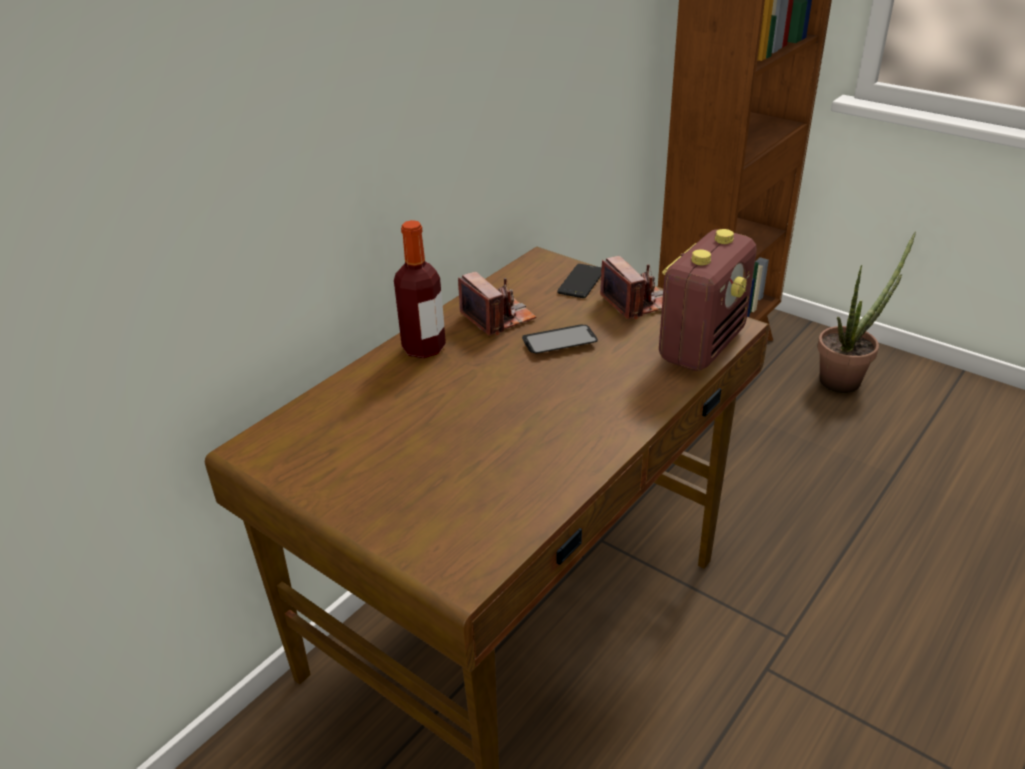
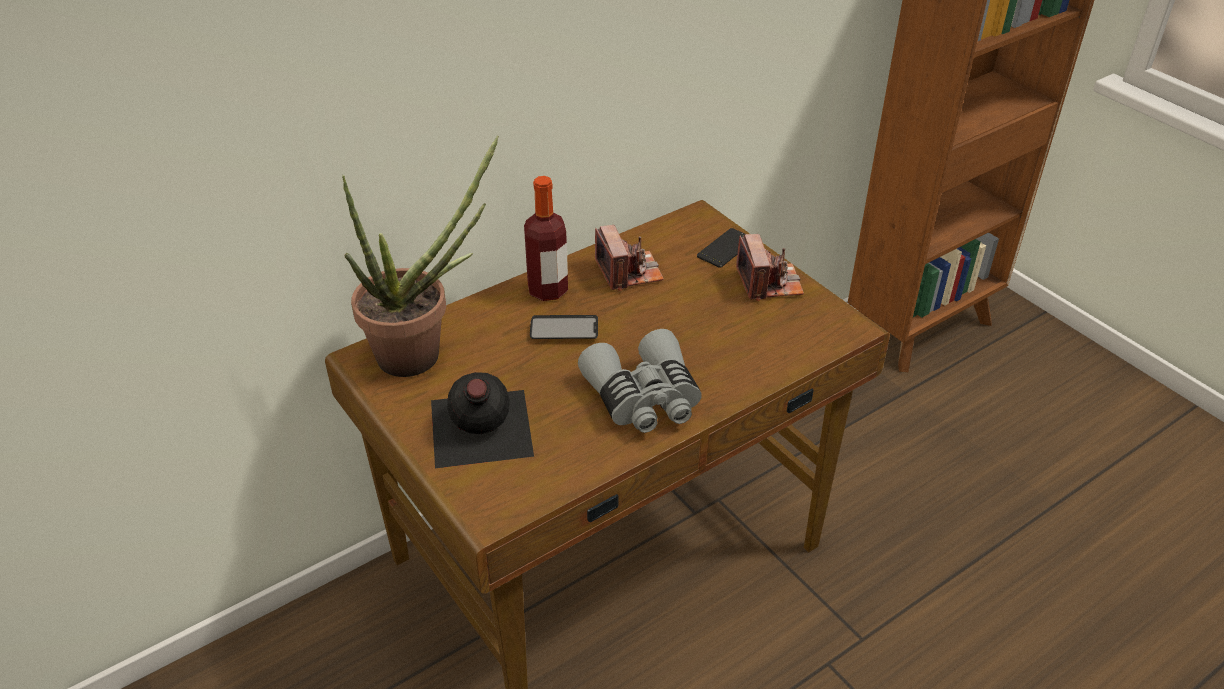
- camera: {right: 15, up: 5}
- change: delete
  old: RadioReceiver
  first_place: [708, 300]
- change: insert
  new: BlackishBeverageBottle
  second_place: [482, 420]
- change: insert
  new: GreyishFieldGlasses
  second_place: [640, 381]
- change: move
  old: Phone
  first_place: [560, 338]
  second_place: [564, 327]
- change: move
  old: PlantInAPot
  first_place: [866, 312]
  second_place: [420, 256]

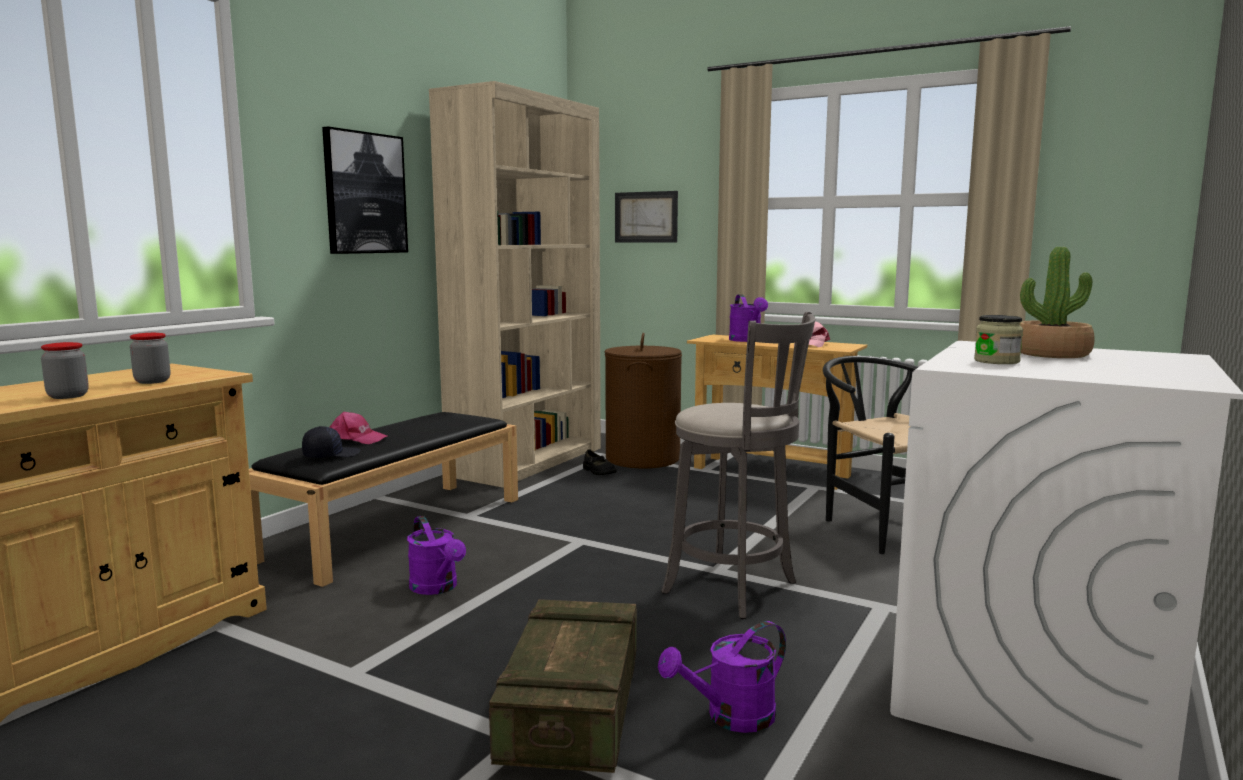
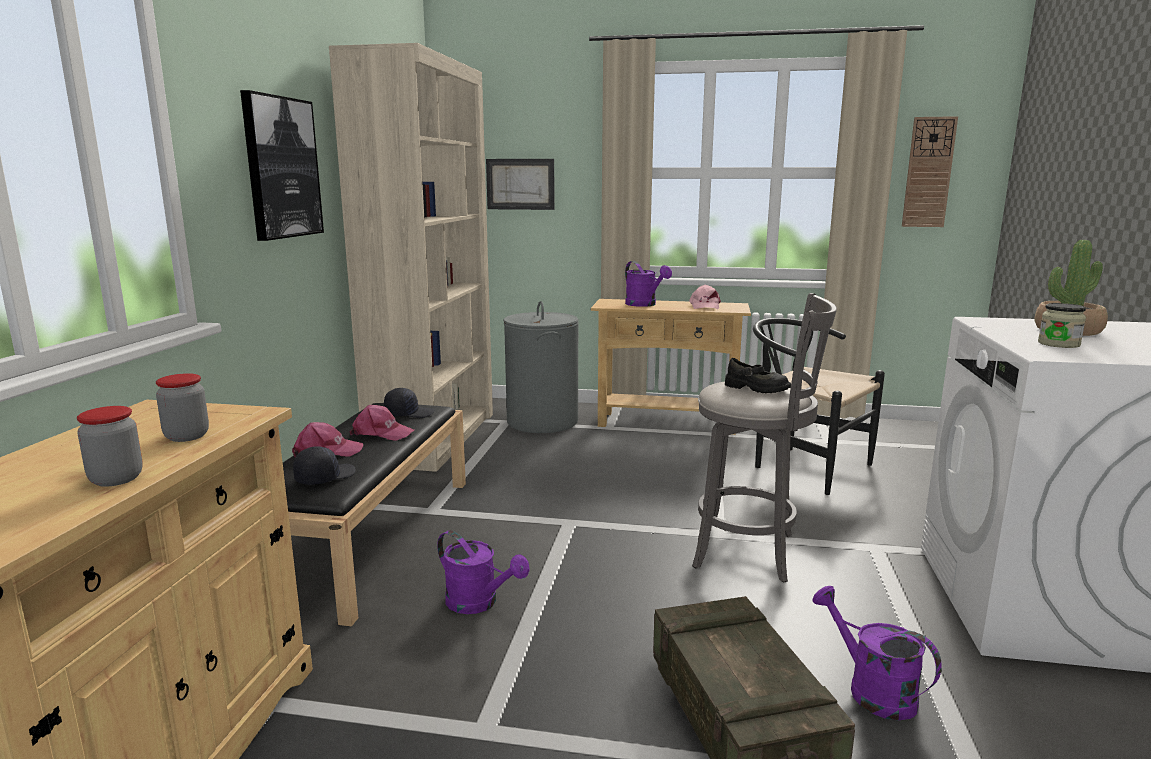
- camera: {right: -20, up: 5}
- change: insert
  new: PinkColouredBaseballCap
  second_place: [381, 423]
- change: insert
  new: BlackishBaseballCap
  second_place: [409, 403]
- change: insert
  new: ClockOnTheWall
  second_place: [930, 171]
- change: move
  old: BlackishShoe
  first_place: [600, 462]
  second_place: [758, 375]
- change: recolor
  old: BrownishLaundryBasket
  new: GreyishLaundryBasket
  first_place: [643, 400]
  second_place: [541, 367]
- change: rotate
  old: PurpleColouredSprinklingCan
  first_place: [722, 677]
  second_place: [877, 653]
  degrees: 105

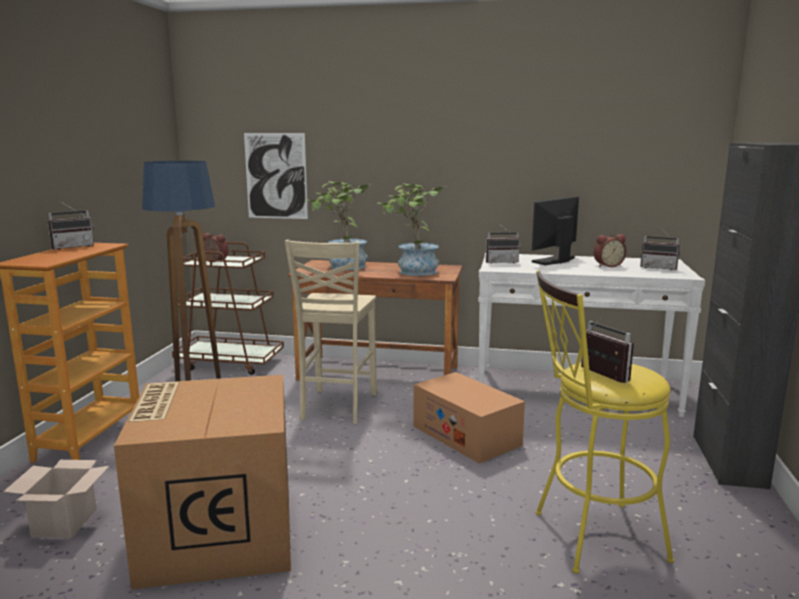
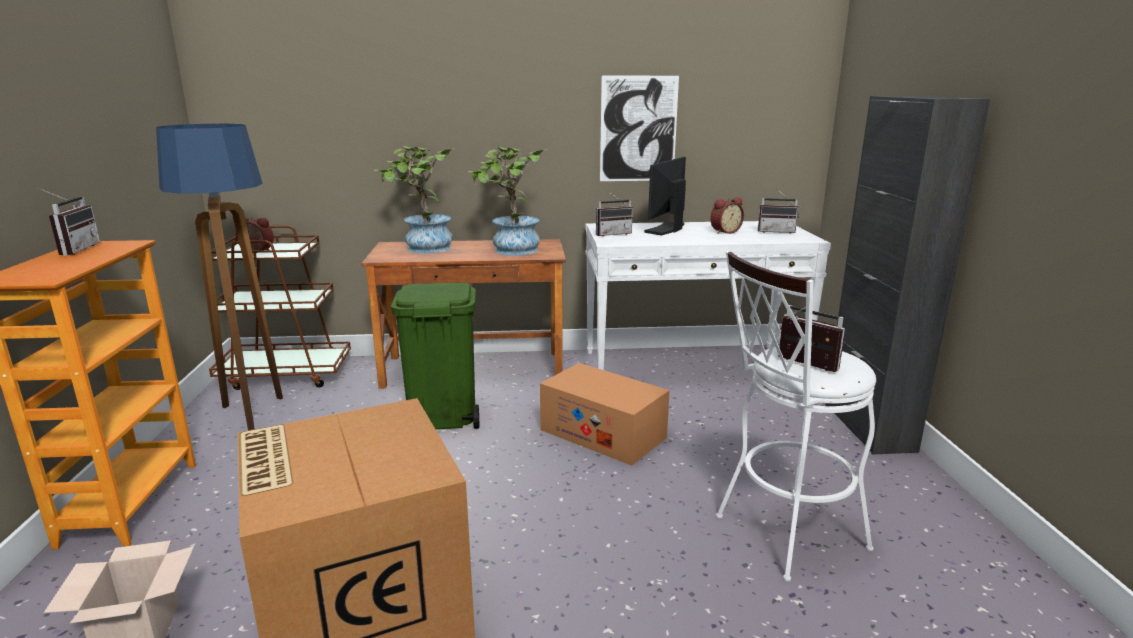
- camera: {right: -15, up: 5}
- change: move
  old: WallPicture
  first_place: [276, 176]
  second_place: [639, 128]
- change: replace
  old: BeigeColouredChair
  new: GreenishRubbishBin
  first_place: [331, 332]
  second_place: [435, 356]
- change: recolor
  old: YellowishStoolSeat
  new: WhiteStoolSeat
  first_place: [605, 422]
  second_place: [796, 416]
- change: rotate
  old: RadioReceiver
  first_place: [70, 225]
  second_place: [68, 222]
  degrees: -45

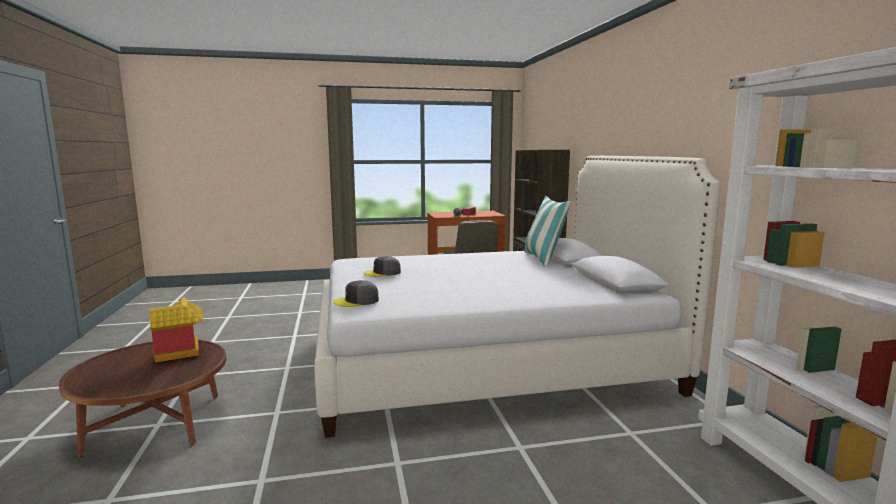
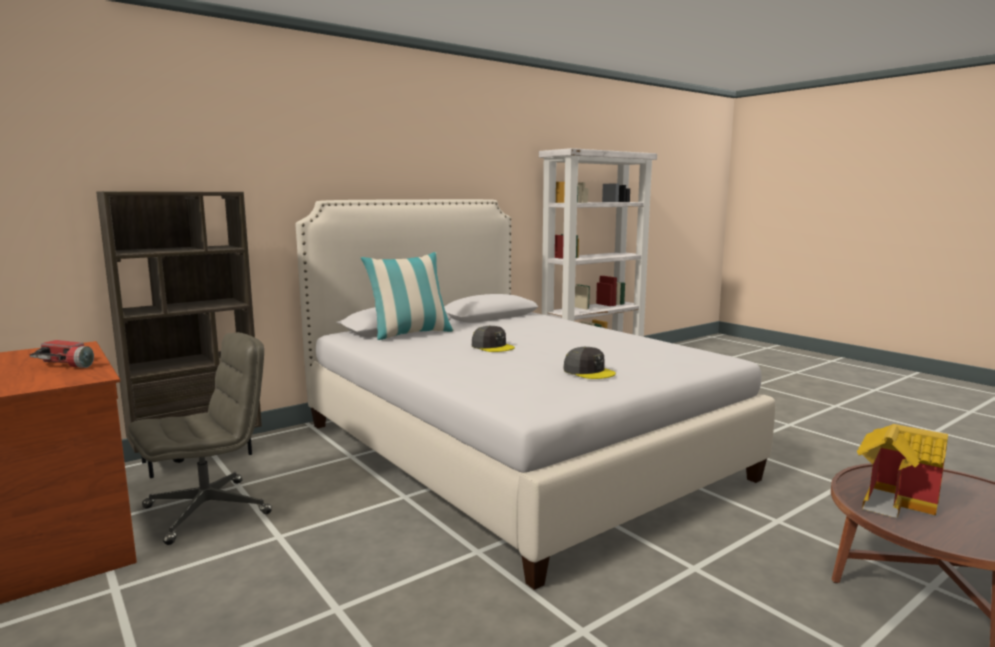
- camera: {right: -115, up: 0}
- change: move
  old: GreyishBaseballCap
  first_place: [356, 293]
  second_place: [493, 339]

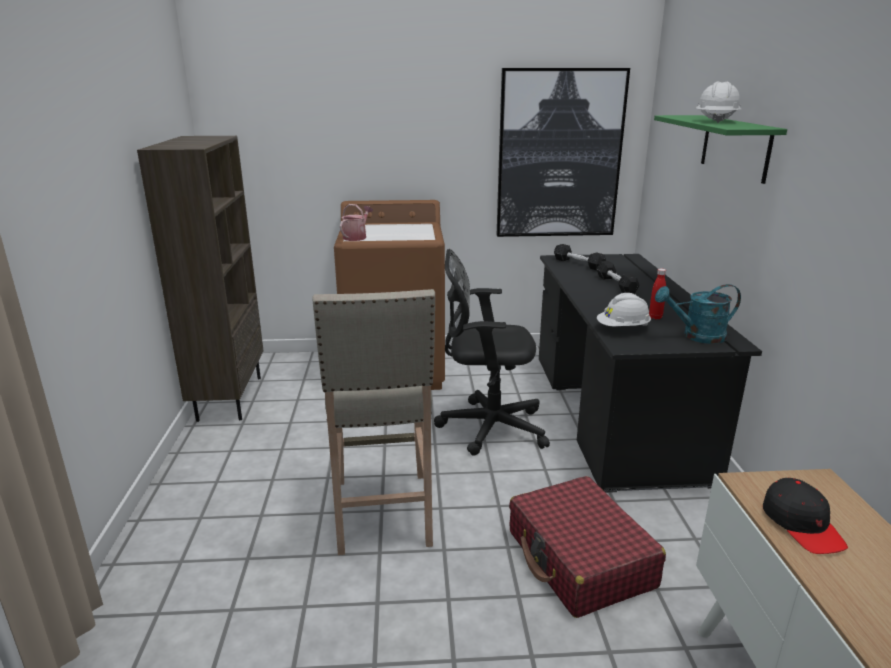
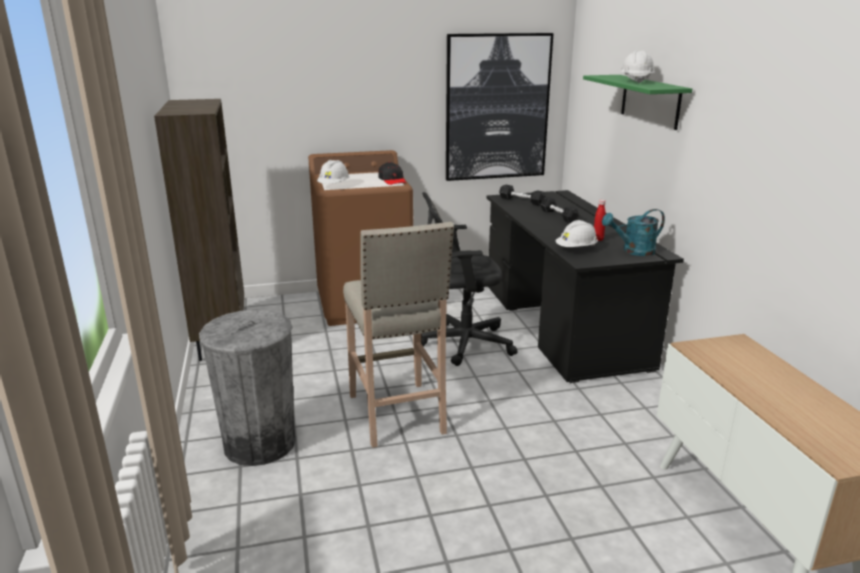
- camera: {right: -10, up: 0}
- change: delete
  old: RedTravelCase
  first_place: [587, 547]
- change: insert
  new: GreyishRubbishBin
  second_place: [247, 388]
- change: move
  old: BlackishBaseballCap
  first_place: [805, 516]
  second_place: [392, 173]
- change: replace
  old: SprinklingCan
  new: WhiteWorkHelmet
  first_place: [356, 222]
  second_place: [333, 172]

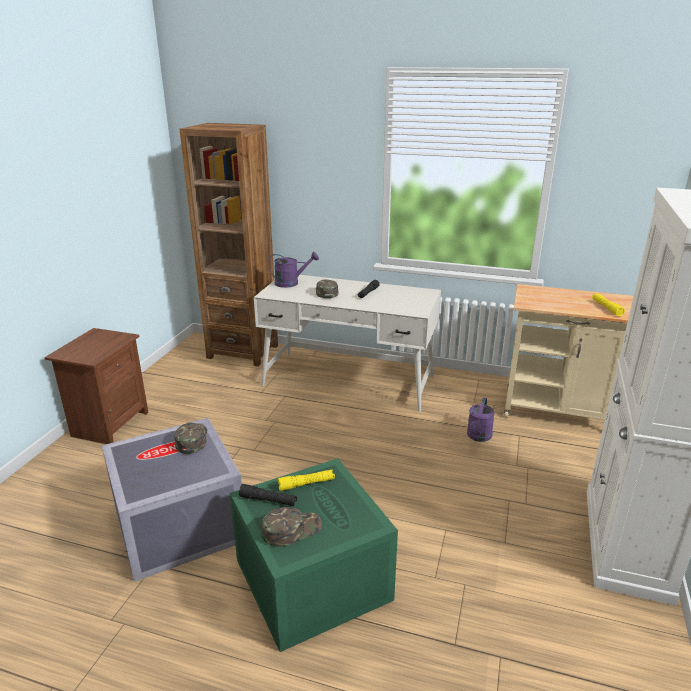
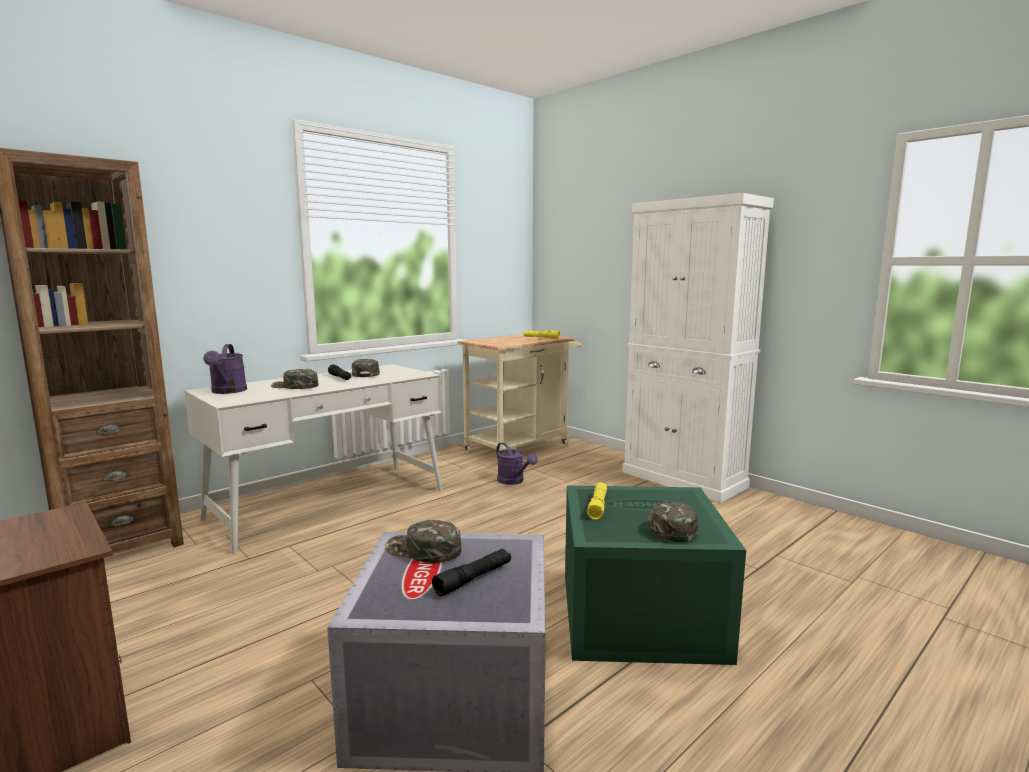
- camera: {right: -60, up: -15}
- change: insert
  new: GreenishBaseballCap
  second_place: [366, 368]
- change: move
  old: BlackishTorch
  first_place: [268, 495]
  second_place: [471, 572]
- change: rotate
  old: PurpleColouredSprinklingCan
  first_place: [293, 270]
  second_place: [225, 369]
  degrees: 150

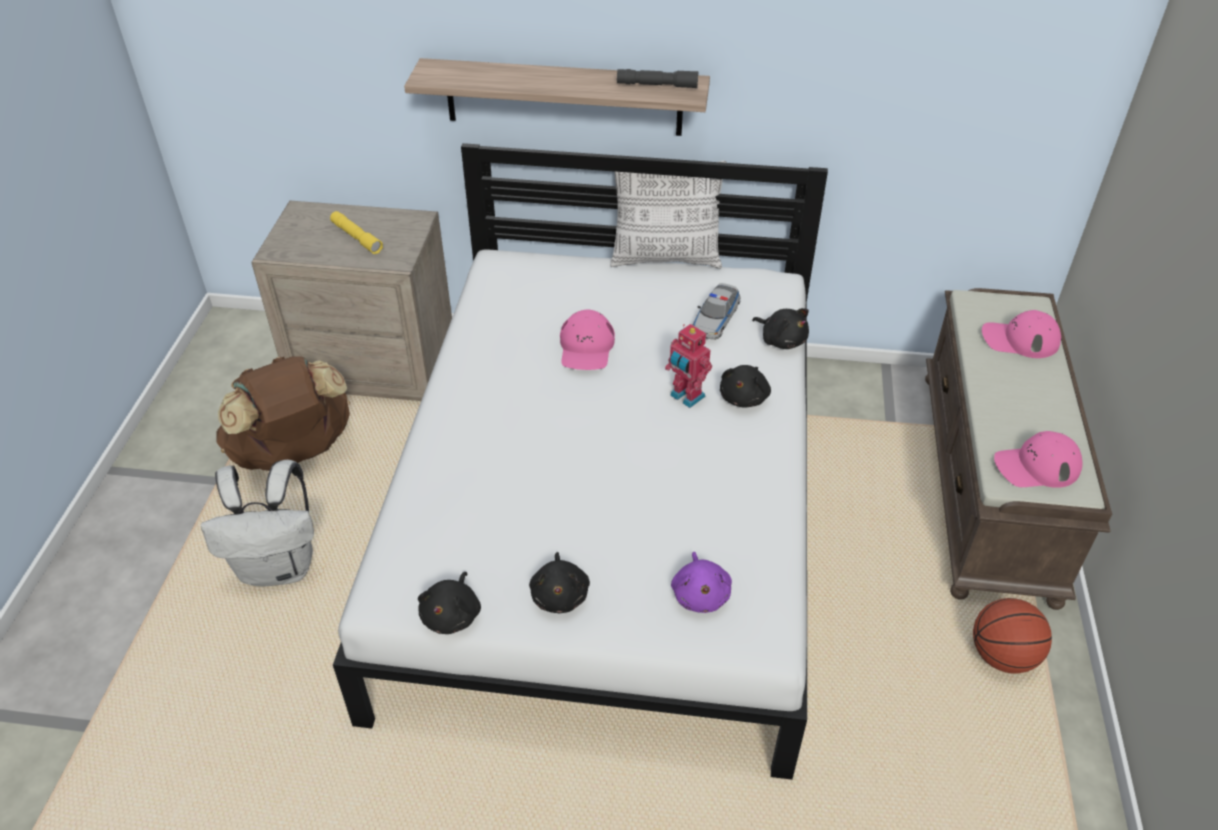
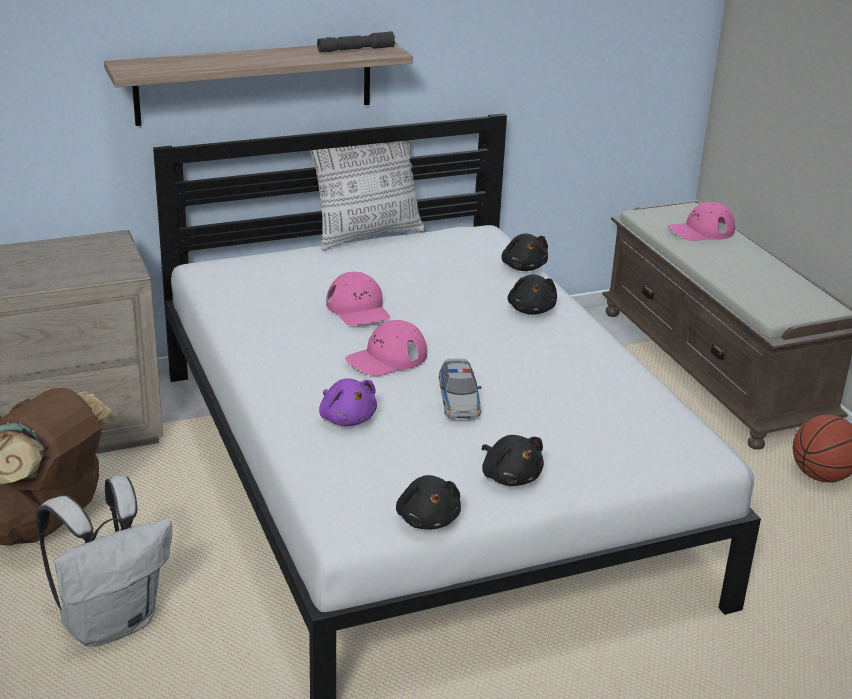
- camera: {right: -30, up: -15}
- change: delete
  old: YellowishTorch
  first_place: [356, 232]
- change: delete
  old: ToyRobot
  first_place: [688, 366]
- change: move
  old: PurpleColouredCuddlyToy
  first_place: [701, 582]
  second_place: [348, 402]
- change: move
  old: ModelCar
  first_place: [716, 311]
  second_place: [460, 389]
- change: move
  old: PinkColouredBaseballCap
  first_place: [1038, 459]
  second_place: [386, 348]
- change: rotate
  old: BlackishCuddlyToy
  first_place: [780, 328]
  second_place: [524, 252]
  degrees: 60

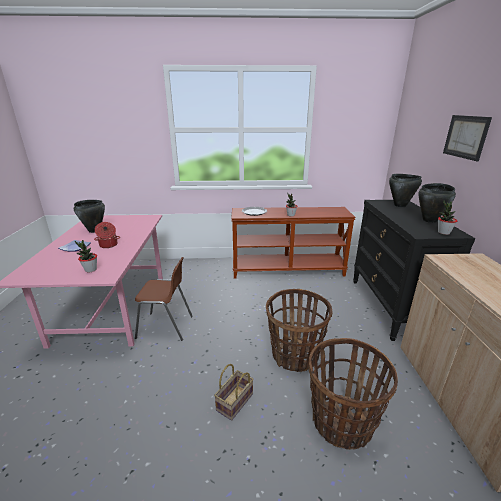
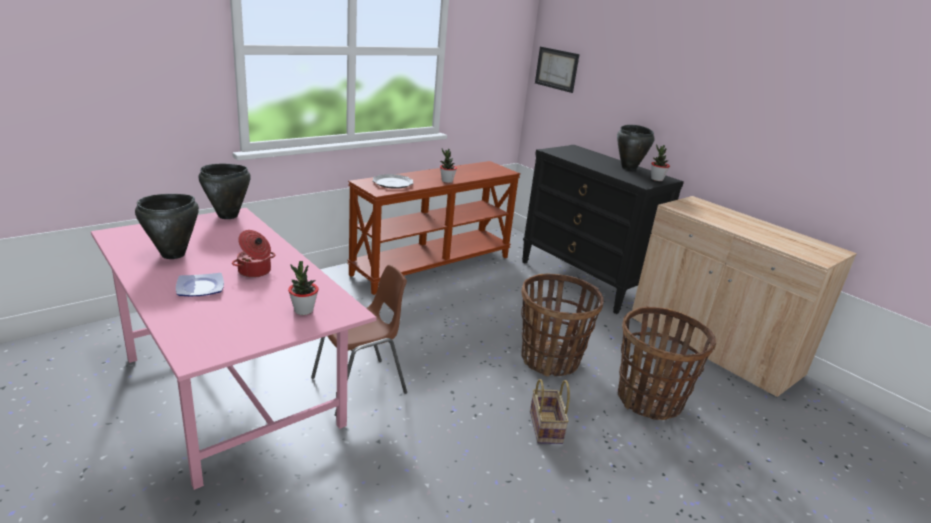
- camera: {right: -40, up: 0}
- change: move
  old: BlackishSaucepot
  first_place: [405, 190]
  second_place: [225, 191]
- change: move
  old: WallPicture
  first_place: [467, 138]
  second_place: [557, 70]

